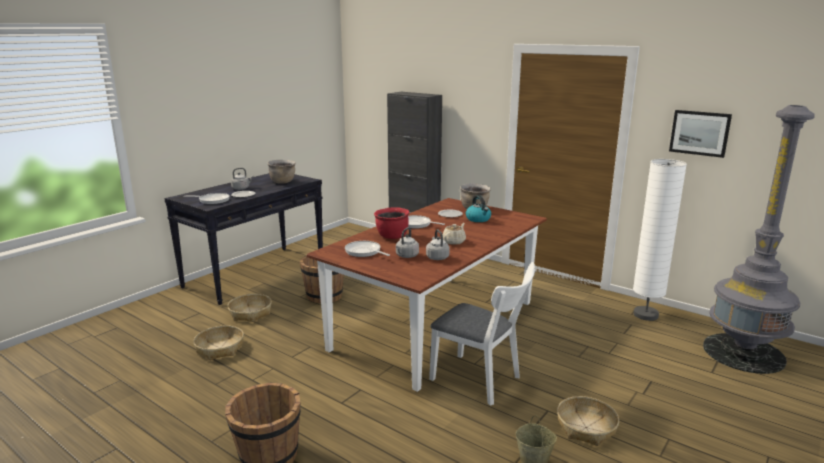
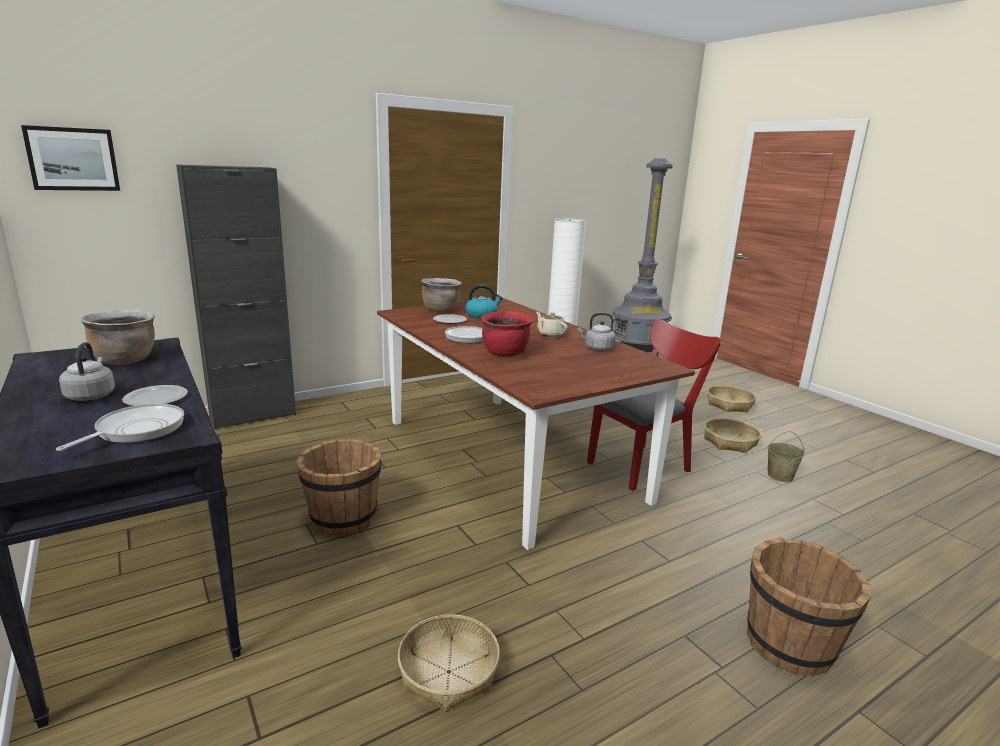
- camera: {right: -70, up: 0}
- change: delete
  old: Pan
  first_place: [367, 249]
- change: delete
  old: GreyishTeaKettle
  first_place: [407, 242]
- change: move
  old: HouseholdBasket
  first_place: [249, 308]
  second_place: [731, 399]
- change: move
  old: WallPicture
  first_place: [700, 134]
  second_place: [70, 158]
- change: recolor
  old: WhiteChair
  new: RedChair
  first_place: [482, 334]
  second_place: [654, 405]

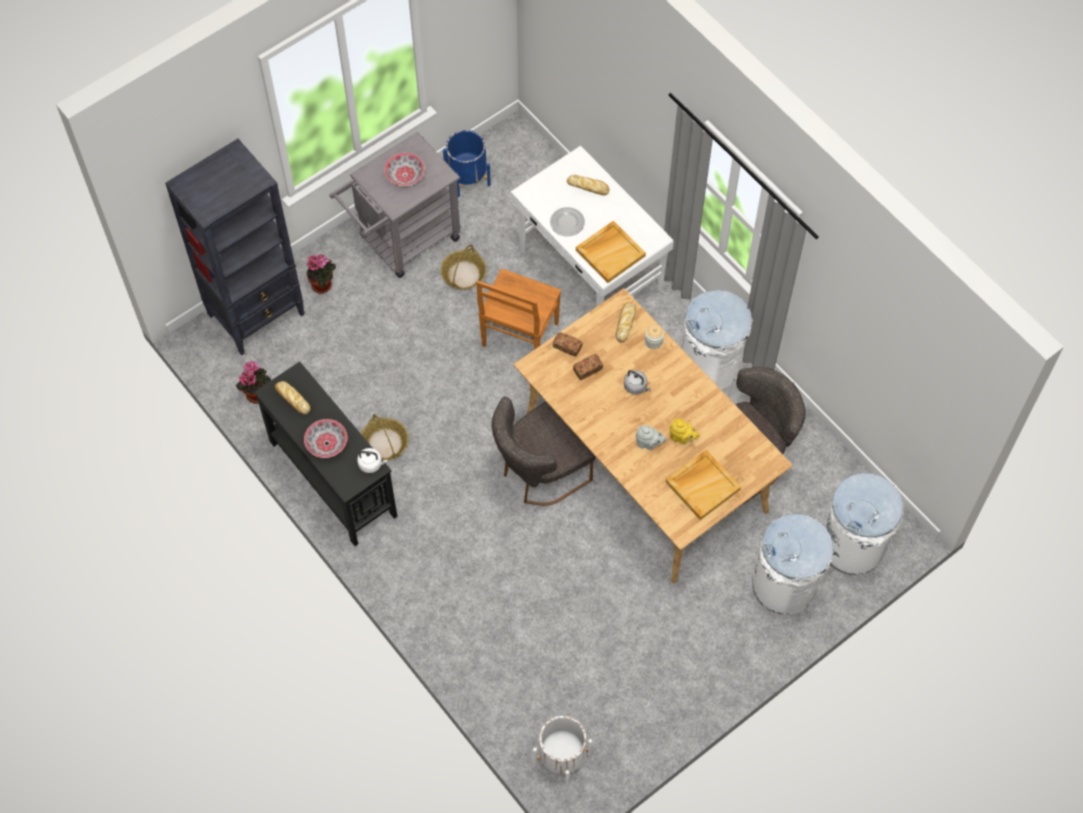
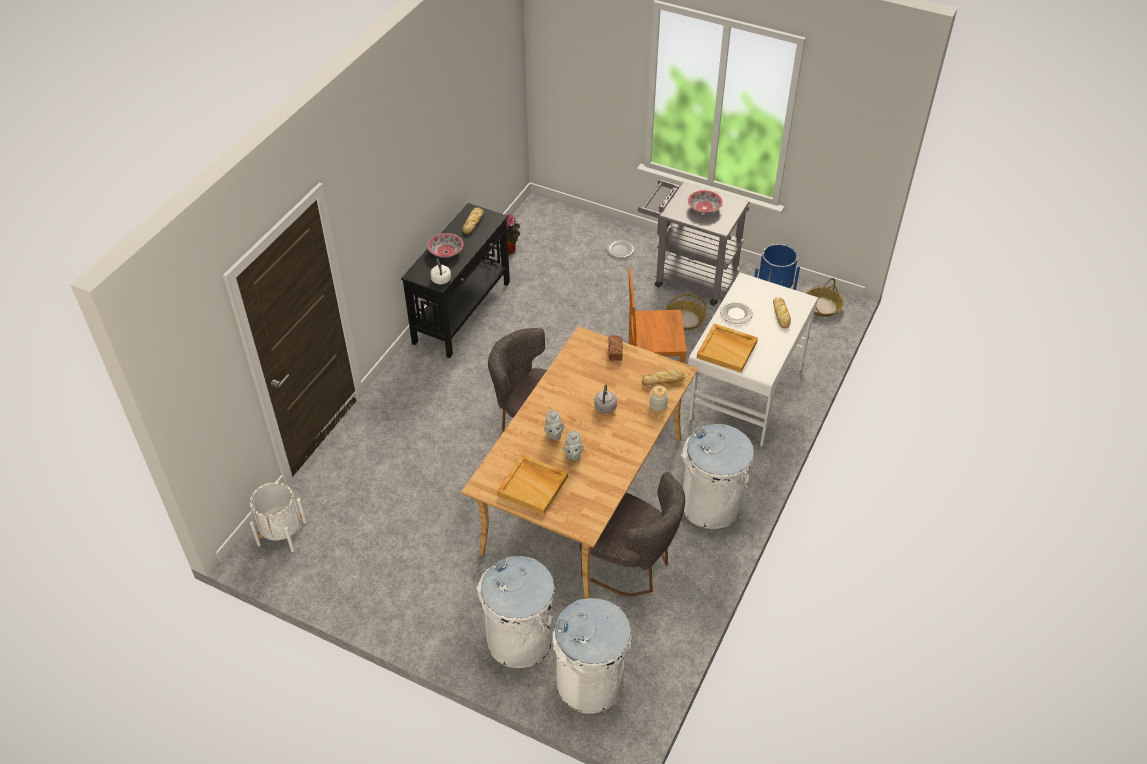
- camera: {right: 65, up: -15}
- change: delete
  old: BlackishBookshelf
  first_place: [235, 247]
- change: delete
  old: BakeryBread
  first_place: [588, 367]
- change: move
  old: HouseholdBasket
  first_place: [385, 437]
  second_place: [825, 297]
- change: replace
  old: PlantInAPot
  new: Plate
  first_place: [321, 274]
  second_place: [620, 249]
- change: recolor
  old: YellowishTeaPot
  new: GreyishTeaPot
  first_place: [685, 432]
  second_place: [573, 445]

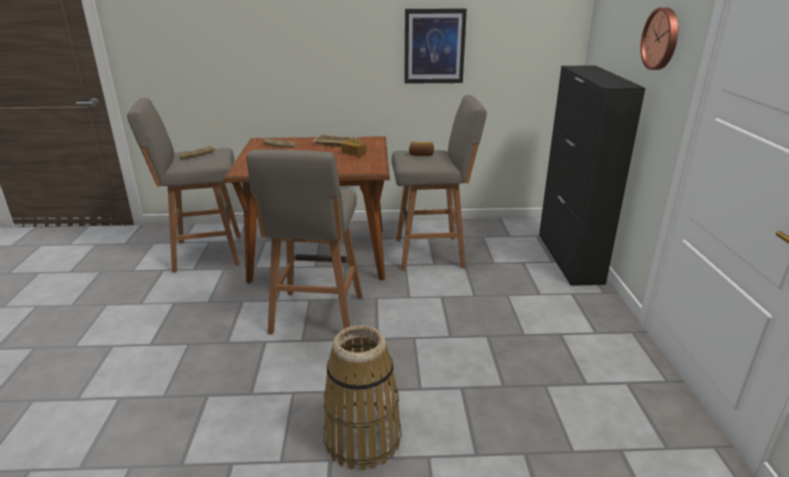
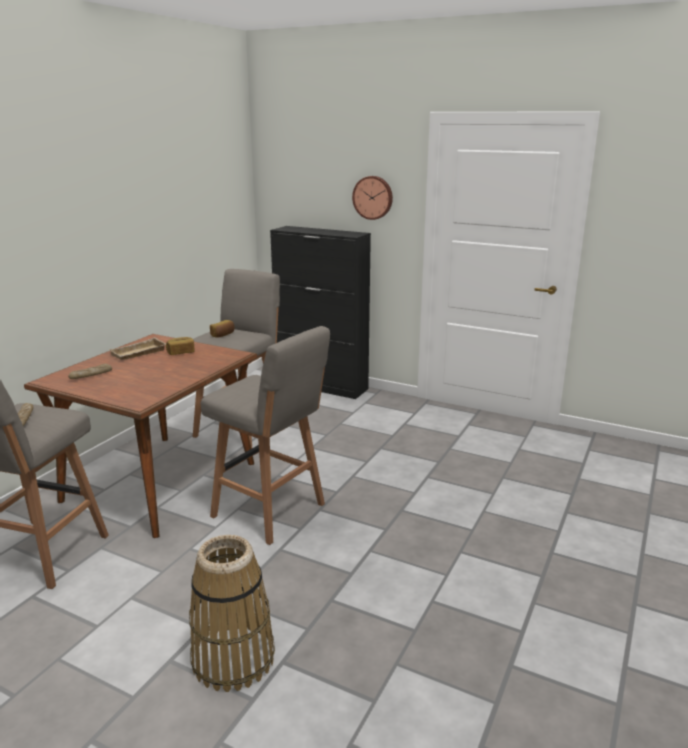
- camera: {right: -60, up: -5}
- change: delete
  old: WallPicture
  first_place: [435, 46]
- change: move
  old: HouseholdBasket
  first_place: [362, 397]
  second_place: [232, 613]

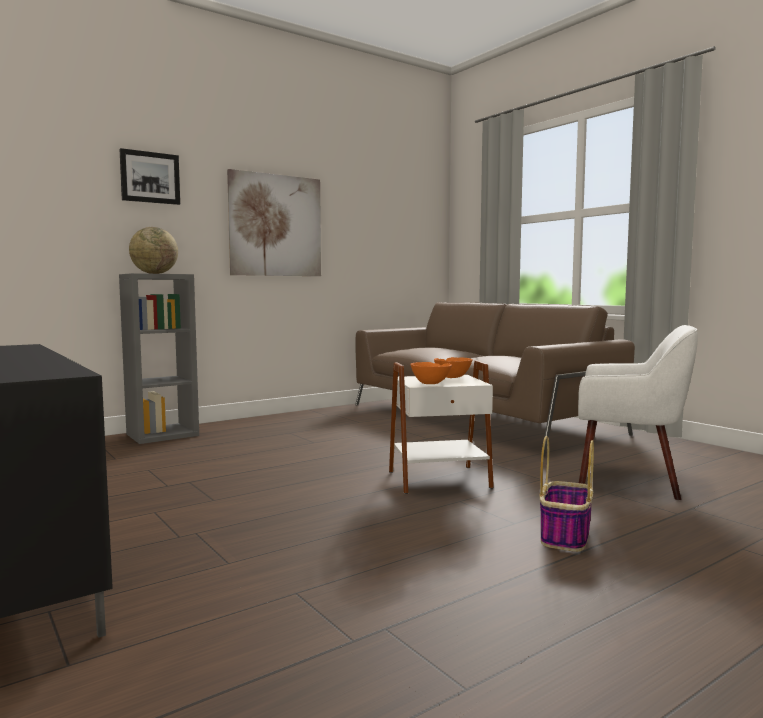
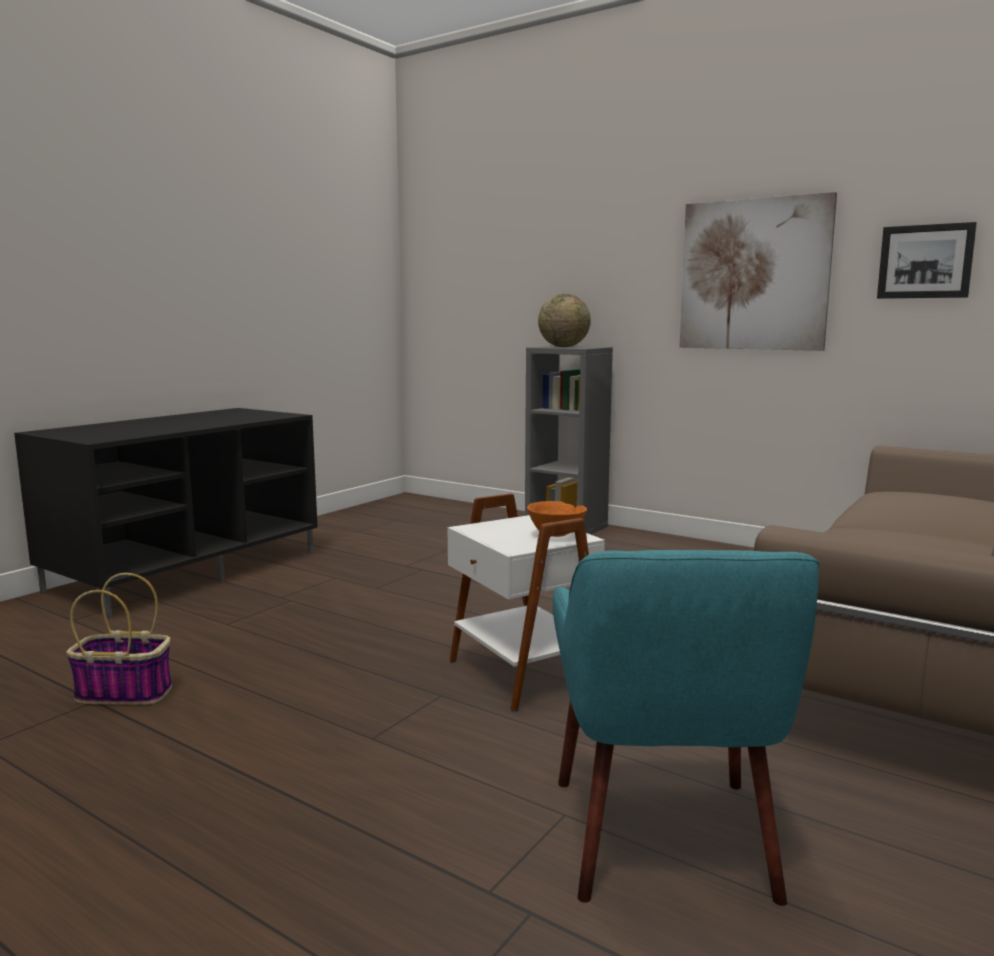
- camera: {right: 70, up: 5}
- change: delete
  old: OrangeyServingBowl
  first_place: [431, 373]
- change: move
  old: WallPicture
  first_place: [149, 176]
  second_place: [927, 260]
- change: move
  old: HouseholdBasket
  first_place: [567, 494]
  second_place: [119, 639]
- change: recolor
  old: WhiteLoungeChair
  new: TurquoiseLoungeChair
  first_place: [638, 412]
  second_place: [686, 728]

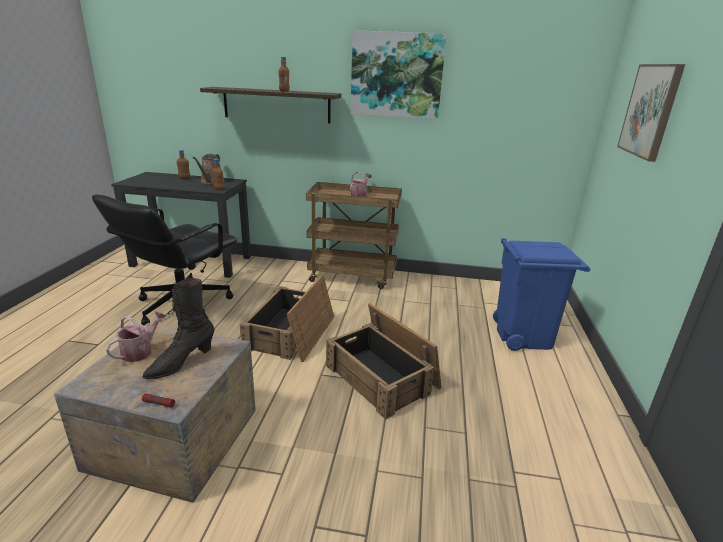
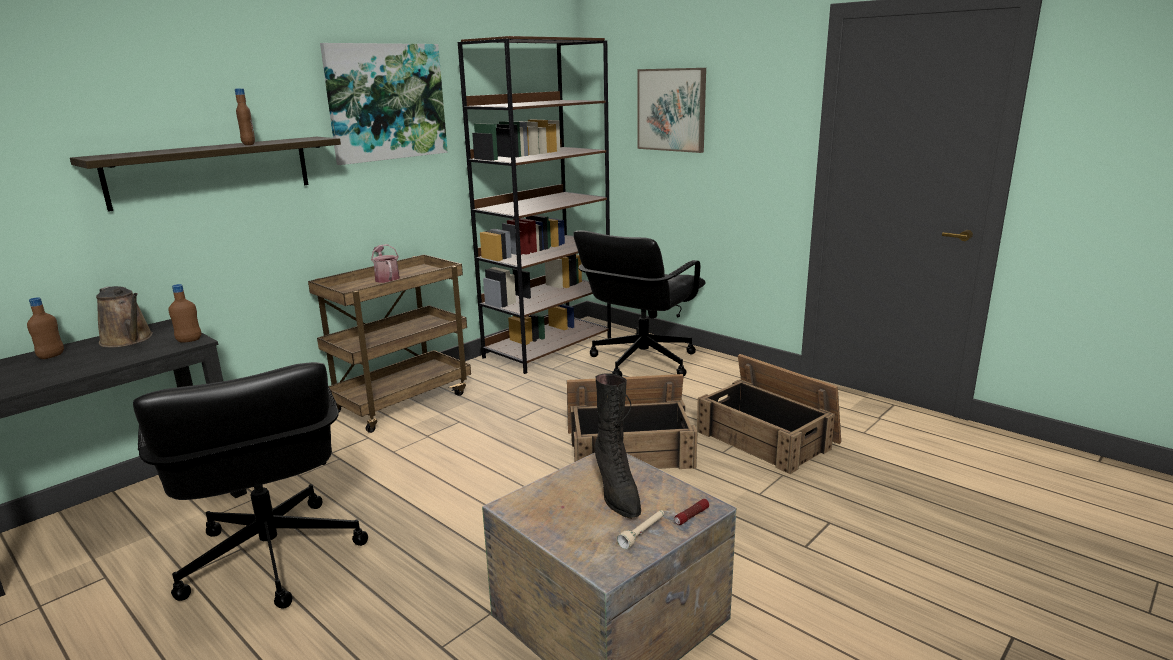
- camera: {right: -55, up: -5}
- change: delete
  old: SprinklingCan
  first_place: [136, 336]
- change: insert
  new: BrownishBookshelf
  second_place: [534, 205]
- change: insert
  new: BeigeColouredTorch
  second_place: [640, 529]
- change: move
  old: ShippingCrate
  first_place: [287, 318]
  second_place: [769, 414]
- change: replace
  old: BluishRubbishBin
  new: BlackishComputerChair
  first_place: [542, 294]
  second_place: [639, 303]

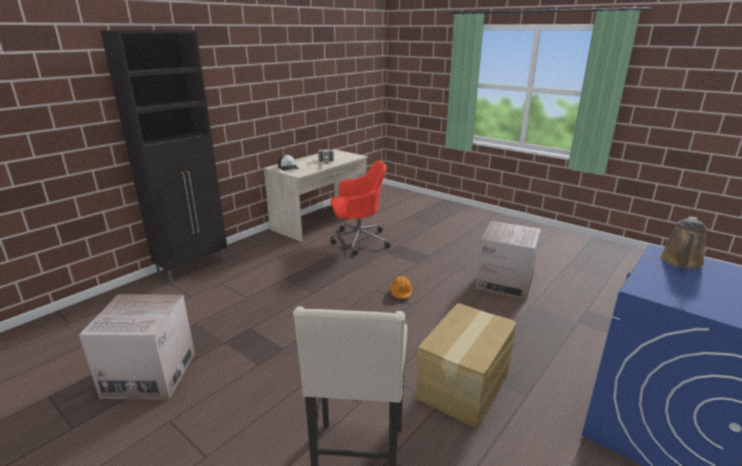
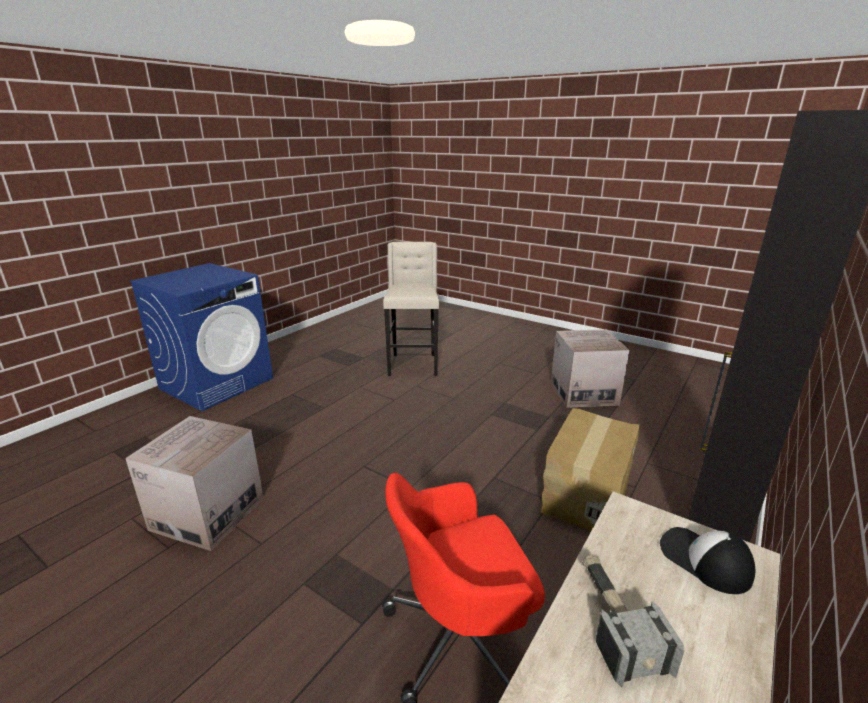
- camera: {right: 175, up: 0}
- change: delete
  old: OrangeyWorkHelmet
  first_place: [401, 287]
- change: delete
  old: BrownishSprinklingCan
  first_place: [683, 242]
- change: move
  old: CardboardBox
  first_place: [466, 365]
  second_place: [589, 469]

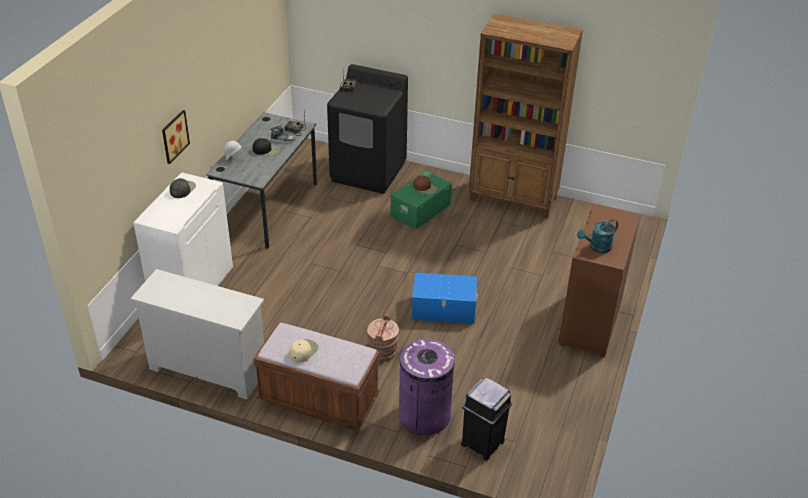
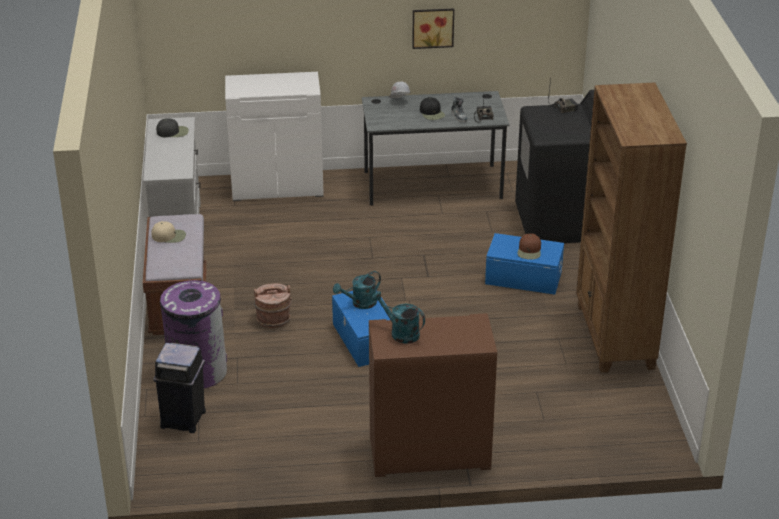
- camera: {right: 65, up: -5}
- change: insert
  new: TurquoiseSprinklingCan
  second_place: [357, 290]
- change: move
  old: WallPicture
  first_place: [176, 137]
  second_place: [433, 29]
- change: move
  old: BlackishBaseballCap
  first_place: [183, 188]
  second_place: [172, 127]
- change: recolor
  old: GreenishStorageBin
  new: BluishStorageBin
  first_place: [421, 200]
  second_place: [524, 264]

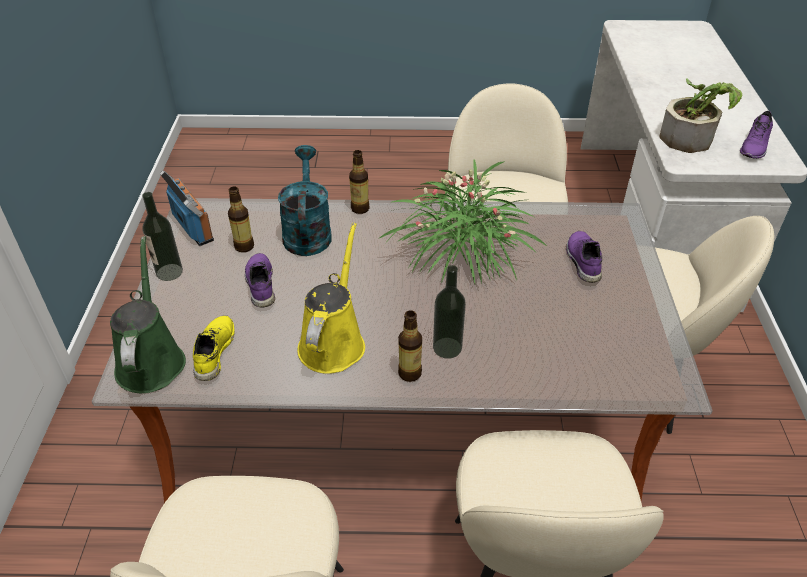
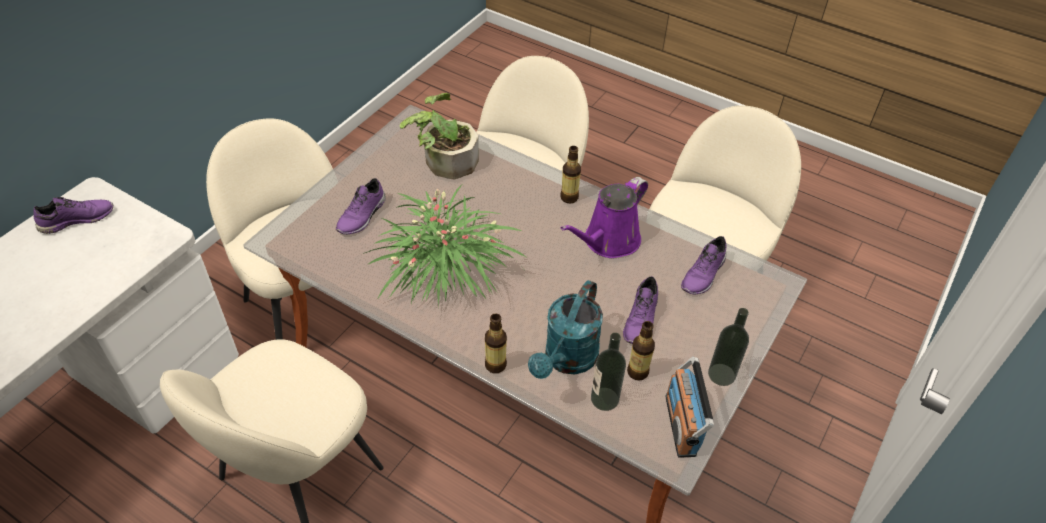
- camera: {right: -150, up: 5}
- change: delete
  old: GreenishSprinklingCan
  first_place: [148, 314]
- change: move
  old: BeverageBottle
  first_place: [449, 312]
  second_place: [608, 372]
- change: move
  old: PlantInAPot
  first_place: [700, 115]
  second_place: [439, 136]
- change: recolor
  old: YellowishShoe
  new: PurpleColouredShoe
  first_place: [214, 348]
  second_place: [703, 265]
- change: recolor
  old: YellowishSprinklingCan
  new: PurpleColouredSprinklingCan
  first_place: [331, 298]
  second_place: [604, 217]

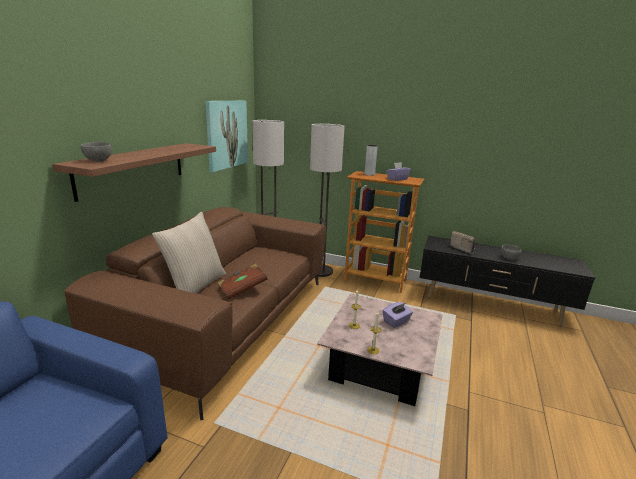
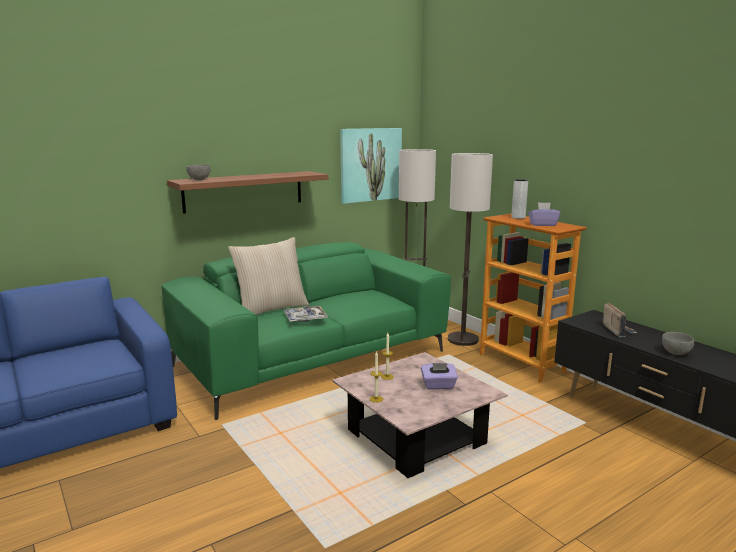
- camera: {right: 35, up: -5}
- change: replace
  old: BrownishBoundBook
  new: ServingTray
  first_place: [242, 281]
  second_place: [306, 314]
- change: recolor
  old: BrownishSettee
  new: GreenishSettee
  first_place: [195, 313]
  second_place: [306, 331]

